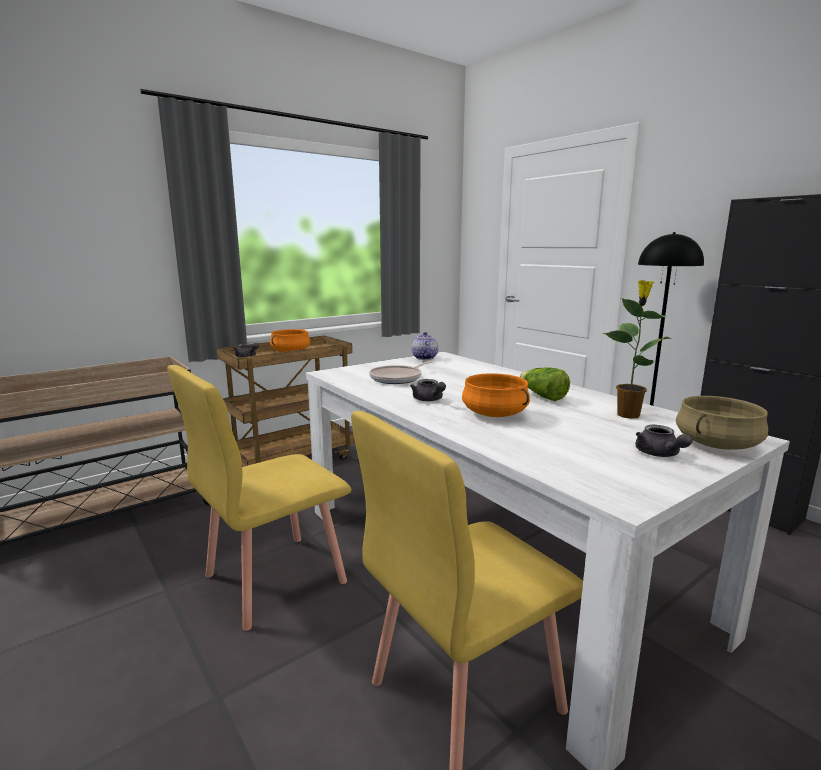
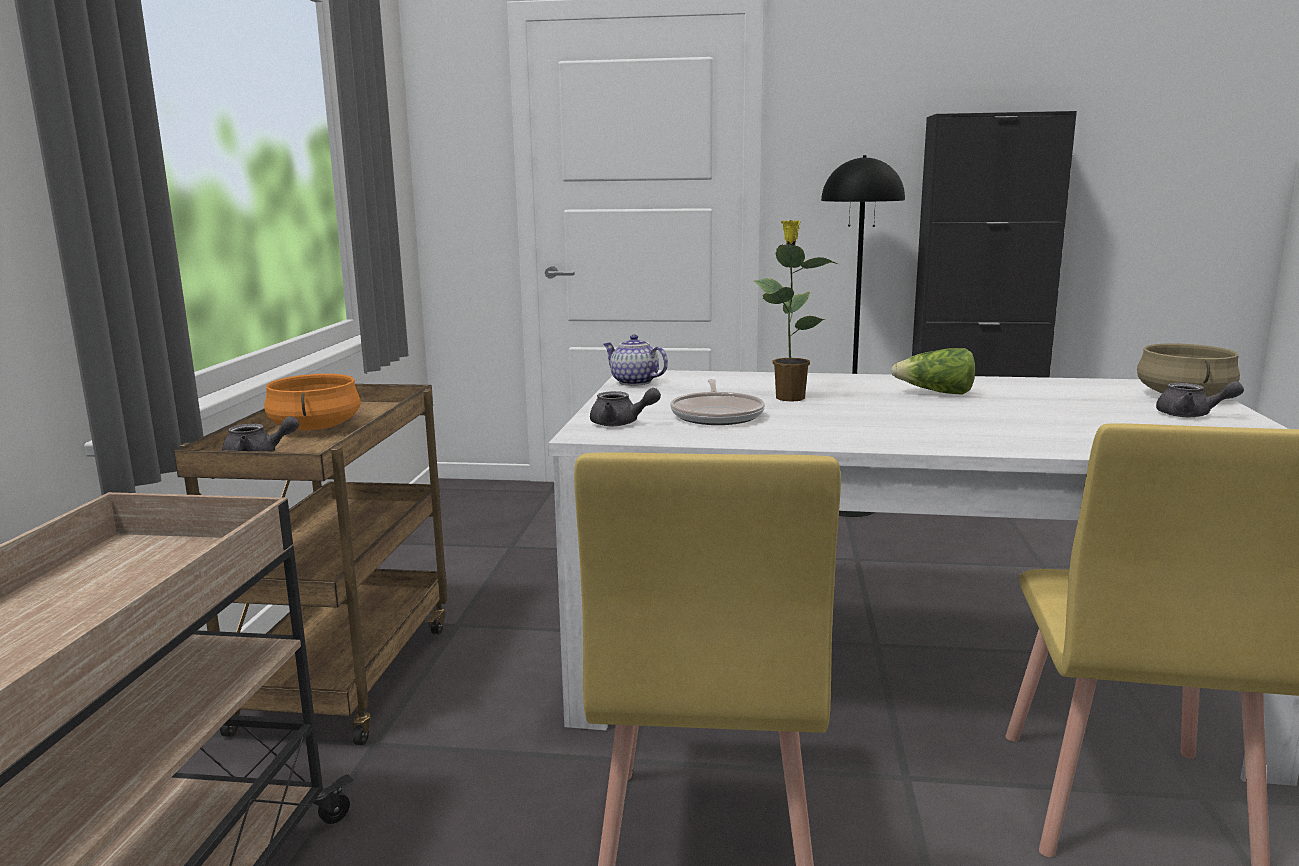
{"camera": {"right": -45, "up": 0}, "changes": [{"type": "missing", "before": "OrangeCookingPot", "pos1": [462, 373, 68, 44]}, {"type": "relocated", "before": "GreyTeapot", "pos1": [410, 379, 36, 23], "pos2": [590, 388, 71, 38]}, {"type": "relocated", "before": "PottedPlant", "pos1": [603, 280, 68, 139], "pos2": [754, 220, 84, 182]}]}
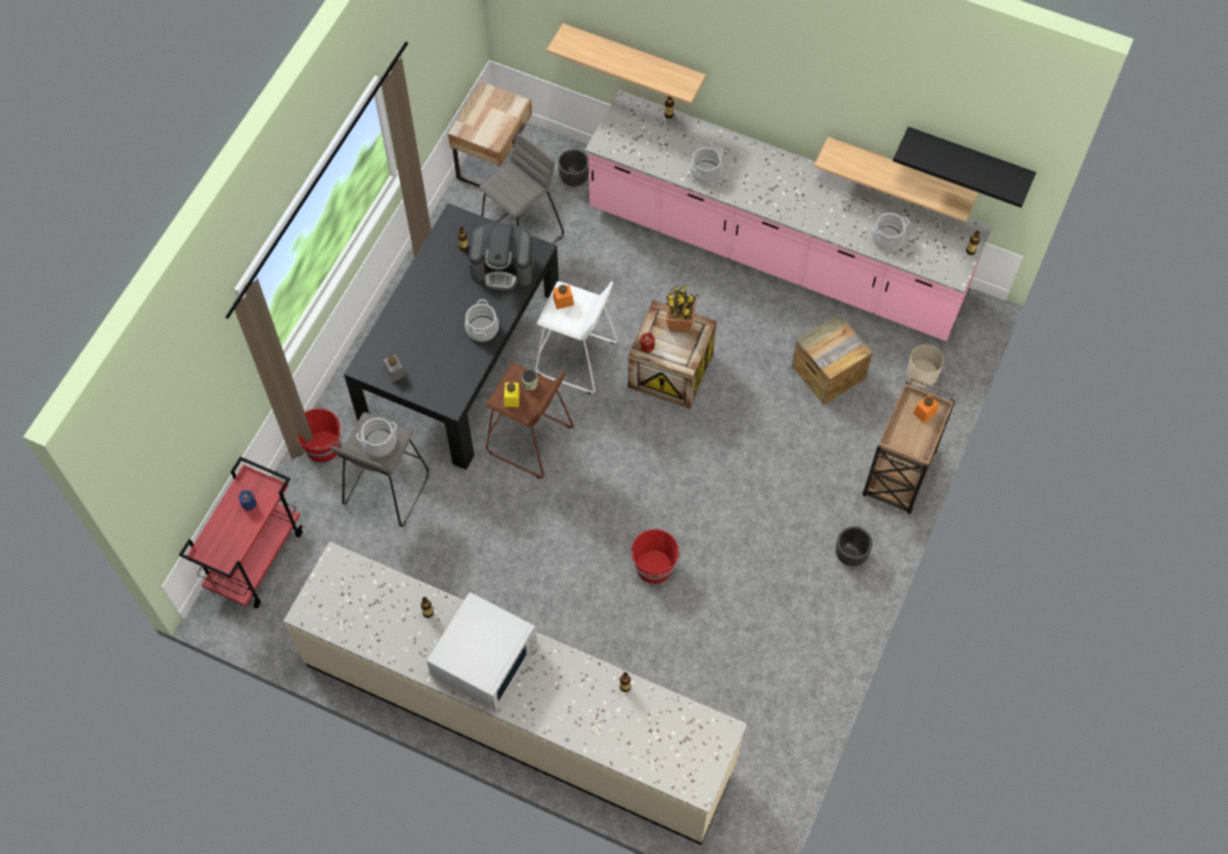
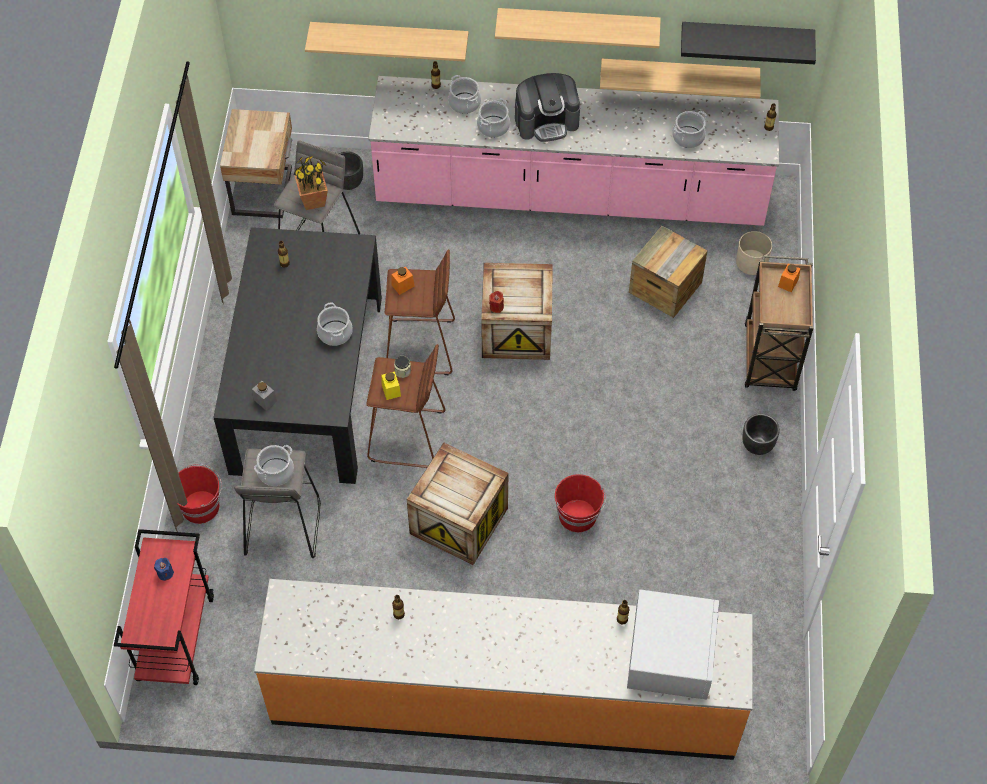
{"camera": {"right": -20, "up": -5}, "changes": [{"type": "appeared", "after": "Crate", "pos2": [407, 442, 101, 123]}, {"type": "appeared", "after": "CookingPot", "pos2": [448, 75, 33, 39]}, {"type": "appeared", "after": "Shelf", "pos2": [495, 8, 166, 40]}, {"type": "relocated", "before": "WhiteMicrowave", "pos1": [427, 592, 110, 118], "pos2": [627, 589, 92, 111]}, {"type": "relocated", "before": "CoffeeMachine", "pos1": [469, 223, 66, 68], "pos2": [515, 73, 65, 69]}, {"type": "relocated", "before": "PottedPlant", "pos1": [666, 285, 34, 48], "pos2": [294, 156, 34, 54]}, {"type": "colour", "before": "BeigeCounter", "after": "OrangeCounter", "pos1": [283, 541, 464, 304], "pos2": [254, 579, 499, 181]}, {"type": "colour", "before": "WhiteStool", "after": "BrownStool", "pos1": [535, 281, 83, 113], "pos2": [385, 249, 70, 126]}]}
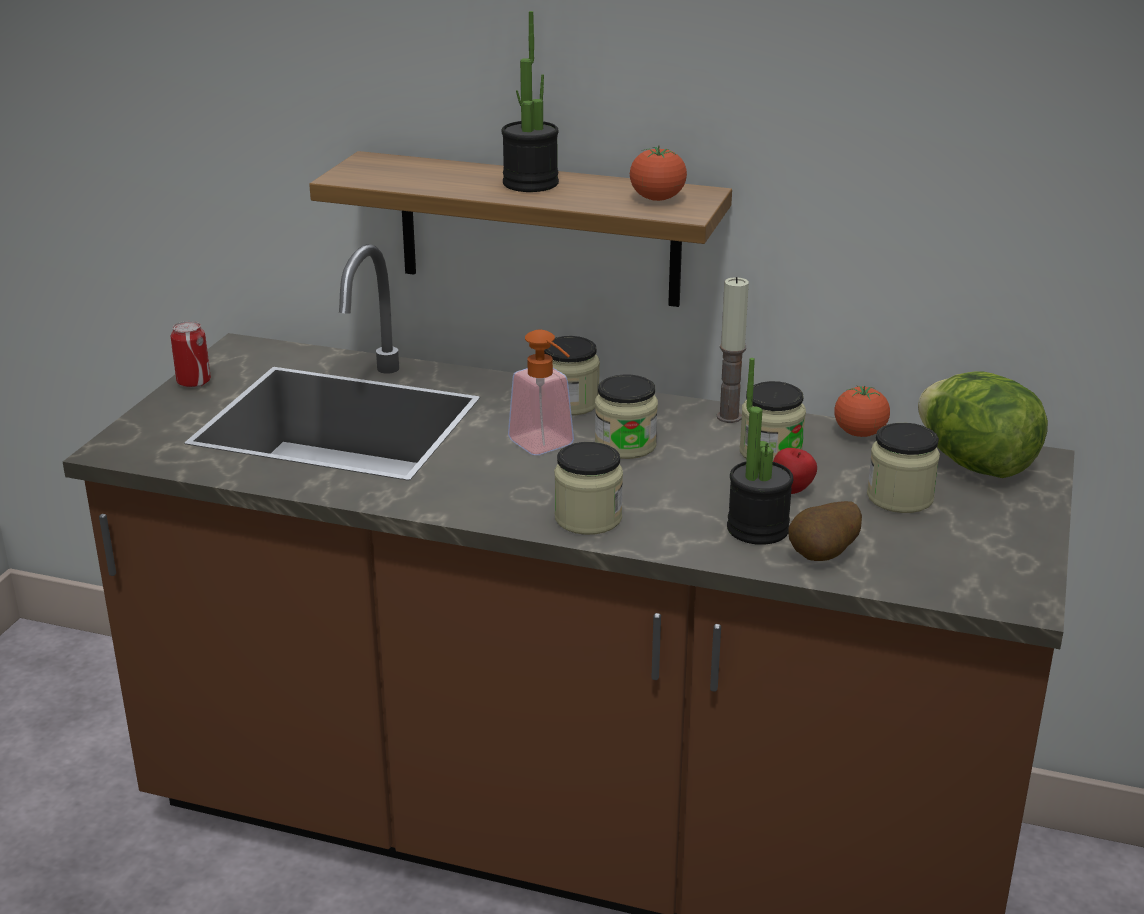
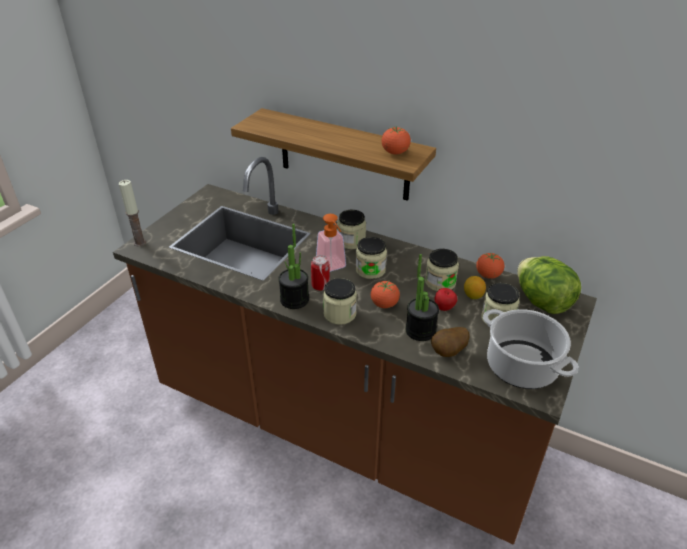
{"camera": {"right": 10, "up": 10}, "changes": [{"type": "appeared", "after": "Tomato", "pos2": [371, 281, 29, 27]}, {"type": "appeared", "after": "Lemon", "pos2": [464, 276, 22, 23]}, {"type": "appeared", "after": "CookingPot", "pos2": [483, 309, 96, 80]}, {"type": "relocated", "before": "Can", "pos1": [171, 321, 40, 67], "pos2": [311, 255, 19, 35]}, {"type": "relocated", "before": "PottedPlant", "pos1": [502, 11, 57, 181], "pos2": [278, 224, 31, 85]}, {"type": "relocated", "before": "Candle", "pos1": [717, 277, 32, 146], "pos2": [119, 180, 27, 66]}]}
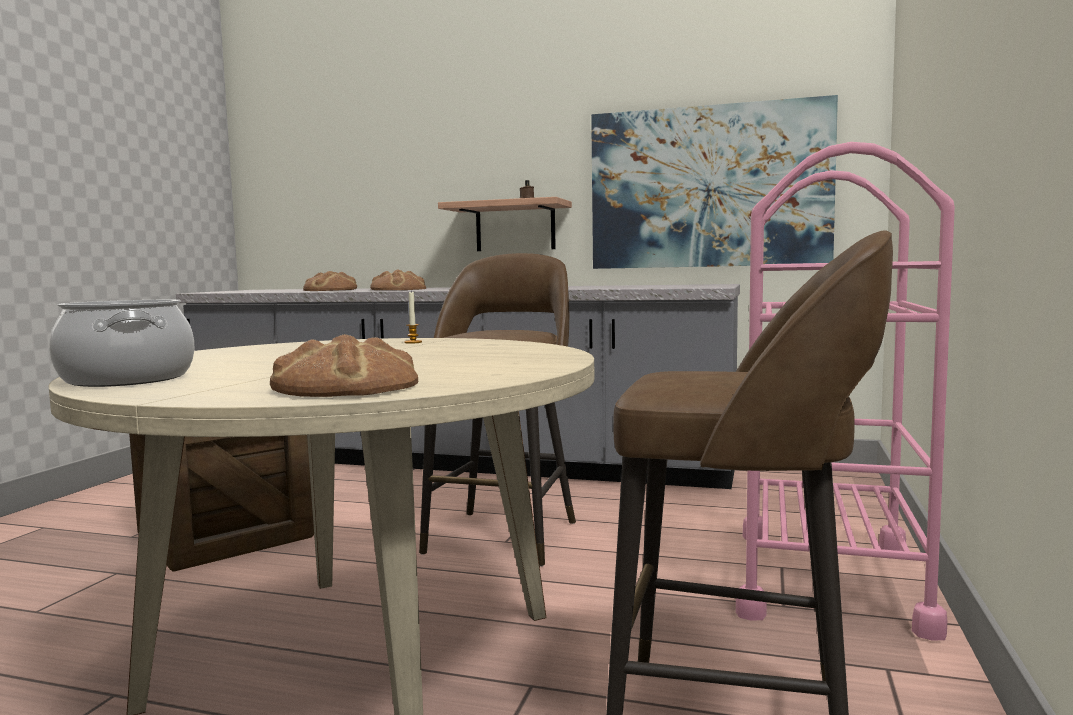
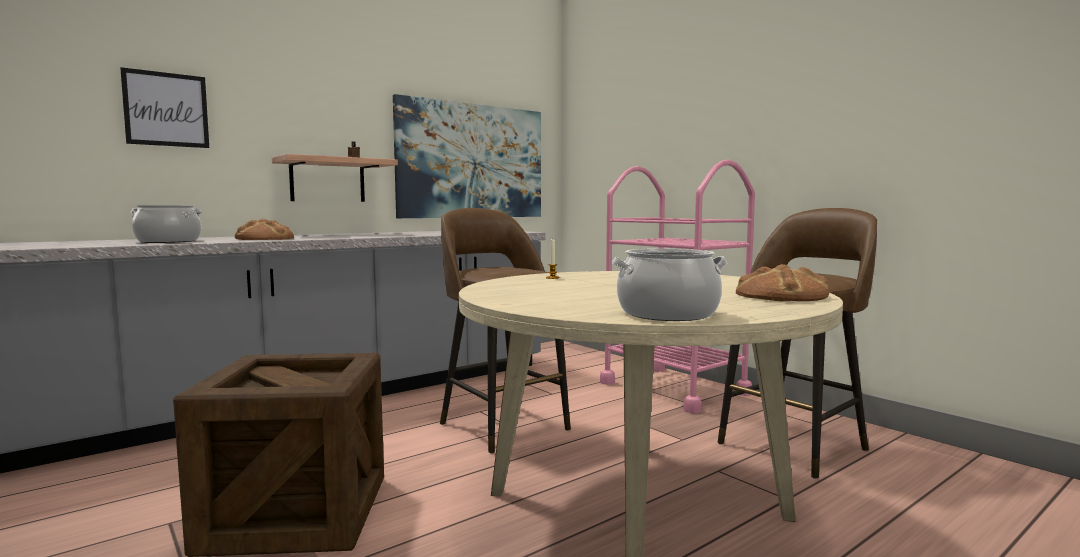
{"camera": {"right": -55, "up": 0}, "changes": [{"type": "appeared", "after": "Picture", "pos2": [120, 67, 89, 81]}, {"type": "exchanged", "before": "Bread", "after": "CookingPot", "pos1": [303, 271, 54, 20], "pos2": [131, 205, 71, 38]}]}
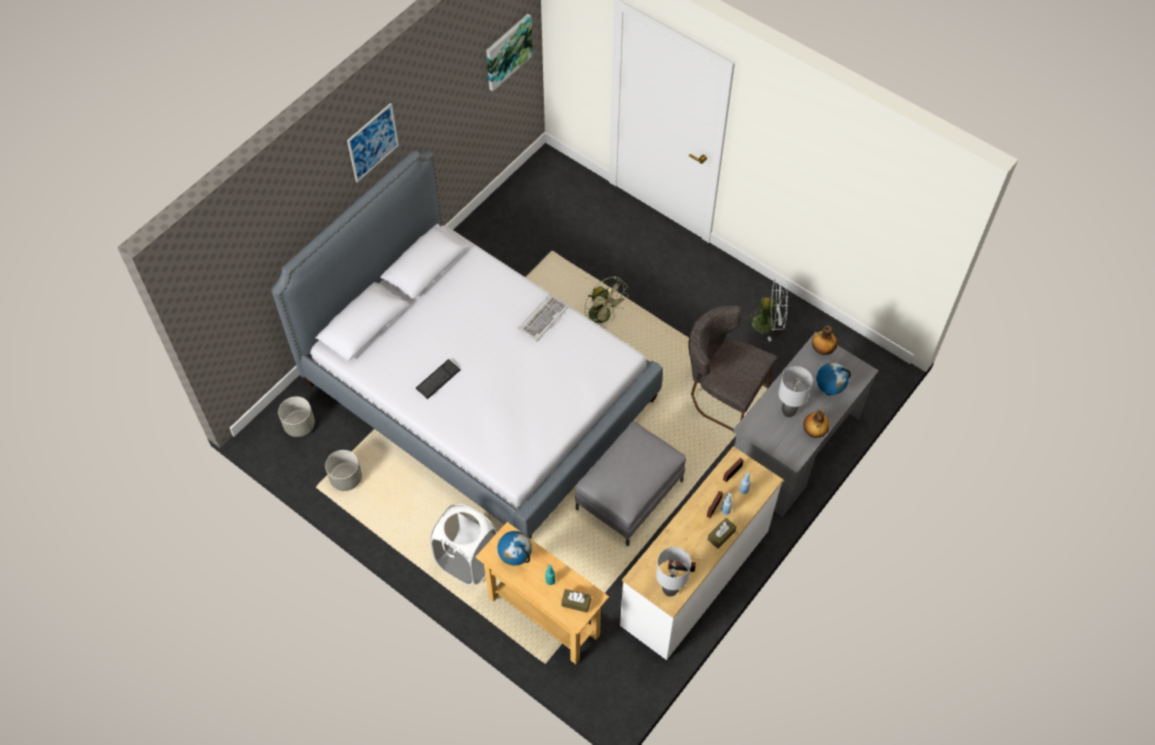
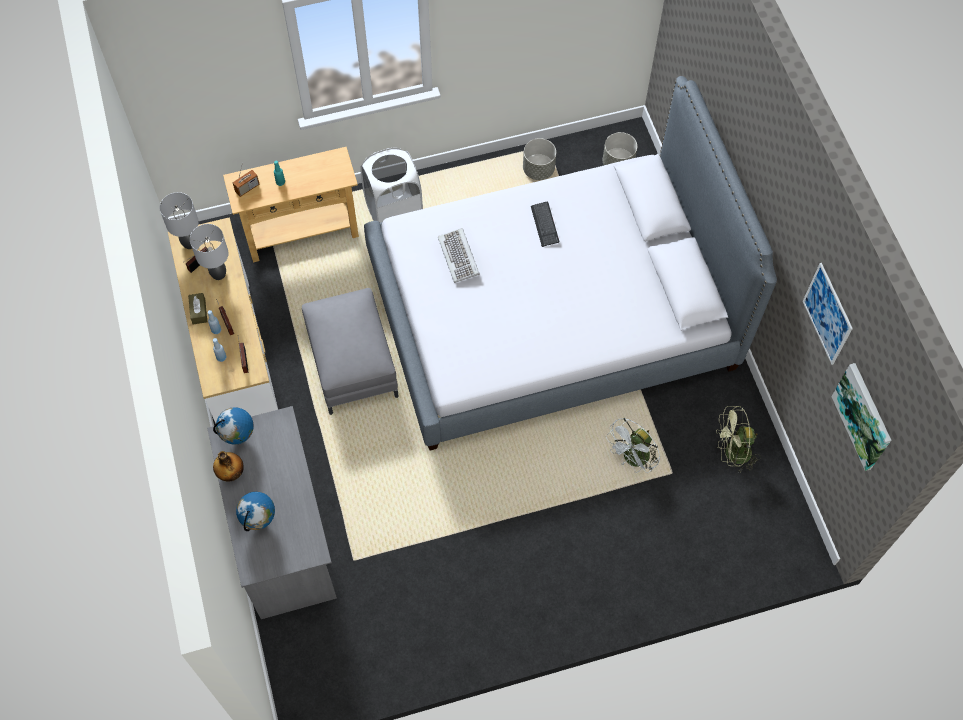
{"camera": {"right": 125, "up": 5}, "changes": [{"type": "missing", "before": "GreyChair", "pos1": [688, 305, 89, 126]}, {"type": "missing", "before": "Bottle", "pos1": [812, 326, 26, 29]}, {"type": "relocated", "before": "Picture", "pos1": [347, 103, 52, 79], "pos2": [803, 263, 50, 102]}, {"type": "relocated", "before": "Globe", "pos1": [497, 531, 35, 35], "pos2": [213, 407, 41, 38]}, {"type": "relocated", "before": "Keyboard", "pos1": [518, 294, 50, 47], "pos2": [438, 228, 41, 55]}, {"type": "relocated", "before": "GreenFan", "pos1": [585, 276, 44, 48], "pos2": [716, 406, 45, 68]}, {"type": "relocated", "before": "WhiteFan", "pos1": [746, 280, 42, 61], "pos2": [606, 418, 54, 55]}, {"type": "relocated", "before": "GreyTableLamp", "pos1": [778, 366, 35, 51], "pos2": [190, 224, 39, 56]}, {"type": "exchanged", "before": "BrownTissueBox", "after": "Radio", "pos1": [561, 589, 30, 24], "pos2": [232, 162, 27, 35]}]}
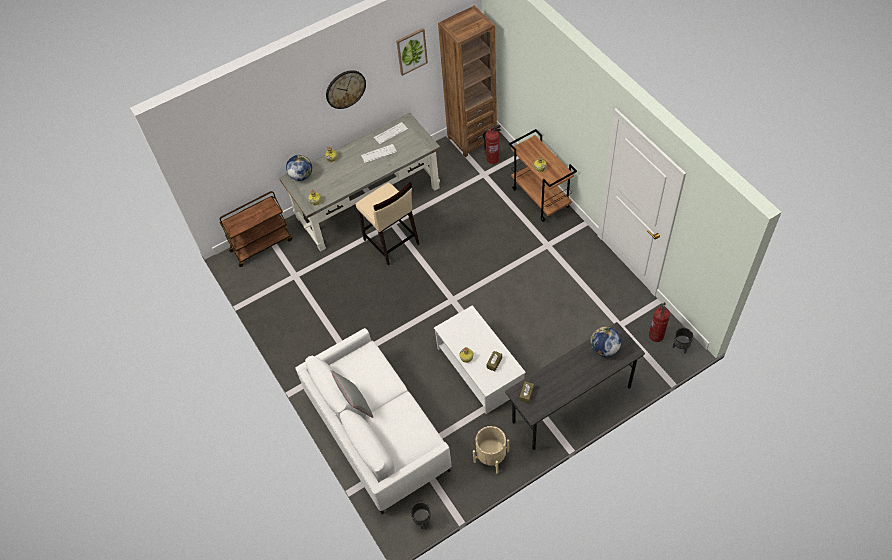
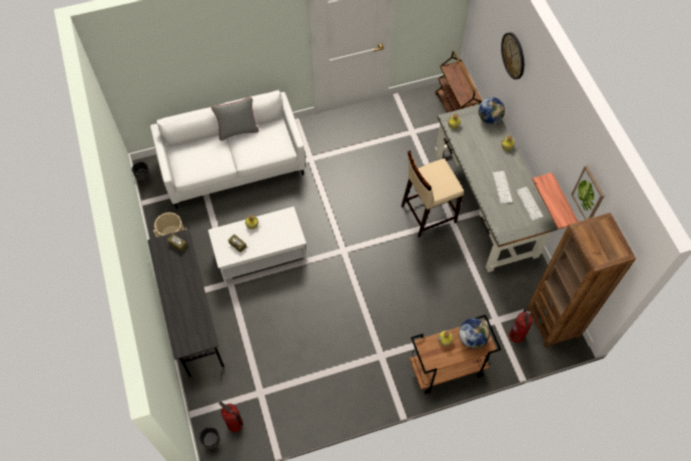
{"camera": {"right": 100, "up": 5}, "changes": [{"type": "appeared", "after": "Shelf", "pos2": [532, 173, 46, 56]}, {"type": "relocated", "before": "WallClock", "pos1": [326, 70, 40, 39], "pos2": [501, 32, 23, 48]}, {"type": "relocated", "before": "Globe", "pos1": [590, 327, 31, 30], "pos2": [459, 318, 31, 31]}]}
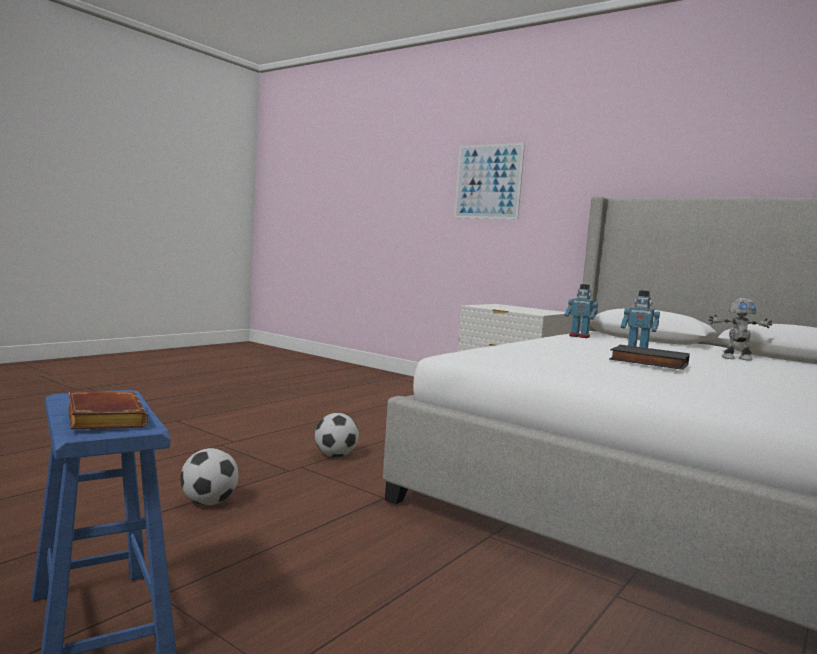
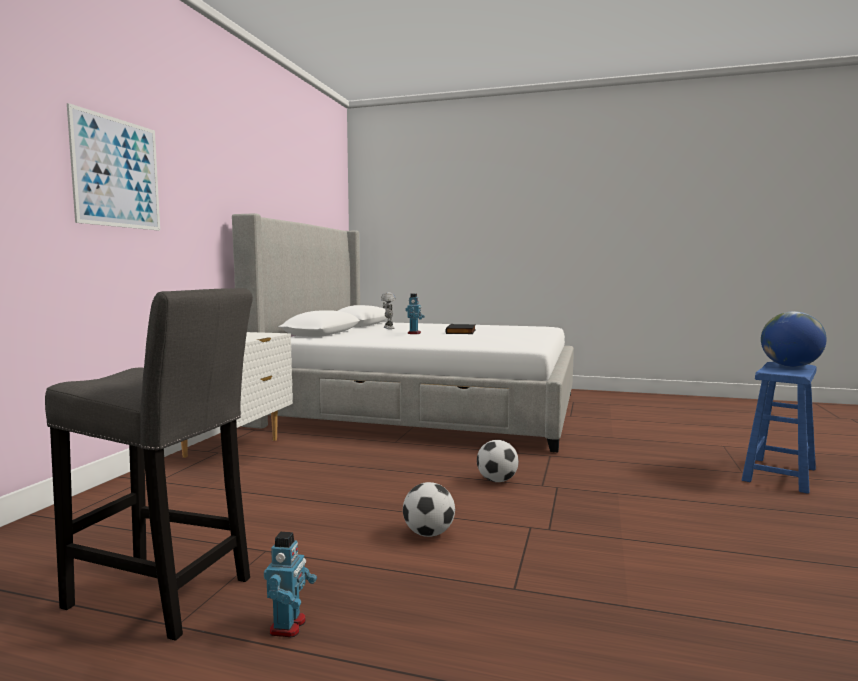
{"camera": {"right": -110, "up": 0}, "changes": [{"type": "appeared", "after": "GreyStool", "pos2": [45, 288, 208, 353]}, {"type": "relocated", "before": "Football", "pos1": [180, 448, 59, 57], "pos2": [403, 482, 52, 55]}, {"type": "relocated", "before": "ToyRobot", "pos1": [565, 284, 33, 54], "pos2": [264, 532, 53, 105]}, {"type": "exchanged", "before": "BrownBook", "after": "Globe", "pos1": [68, 392, 80, 37], "pos2": [761, 311, 66, 56]}]}
